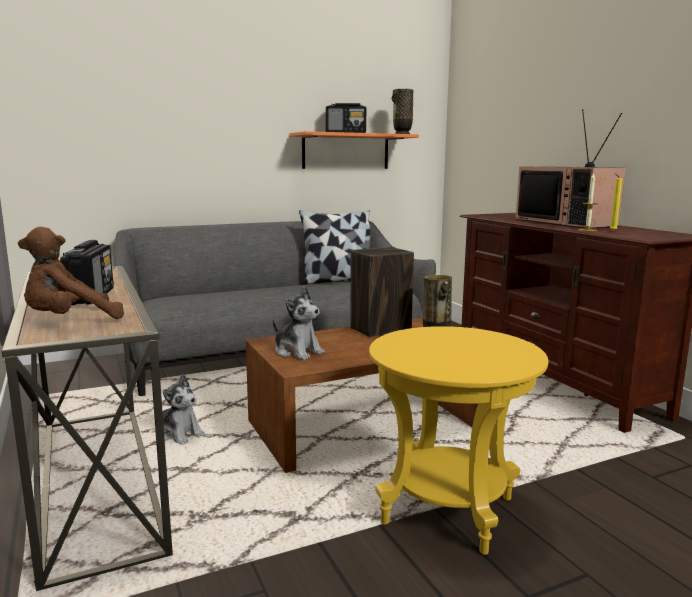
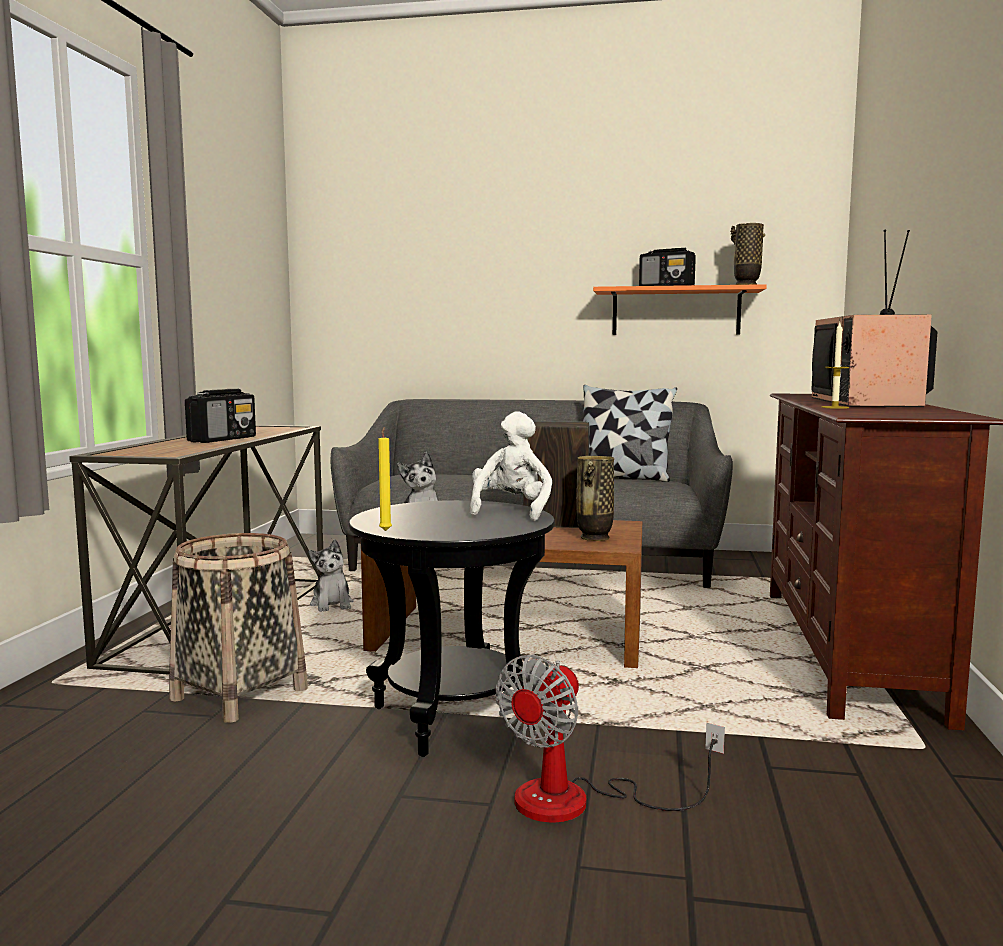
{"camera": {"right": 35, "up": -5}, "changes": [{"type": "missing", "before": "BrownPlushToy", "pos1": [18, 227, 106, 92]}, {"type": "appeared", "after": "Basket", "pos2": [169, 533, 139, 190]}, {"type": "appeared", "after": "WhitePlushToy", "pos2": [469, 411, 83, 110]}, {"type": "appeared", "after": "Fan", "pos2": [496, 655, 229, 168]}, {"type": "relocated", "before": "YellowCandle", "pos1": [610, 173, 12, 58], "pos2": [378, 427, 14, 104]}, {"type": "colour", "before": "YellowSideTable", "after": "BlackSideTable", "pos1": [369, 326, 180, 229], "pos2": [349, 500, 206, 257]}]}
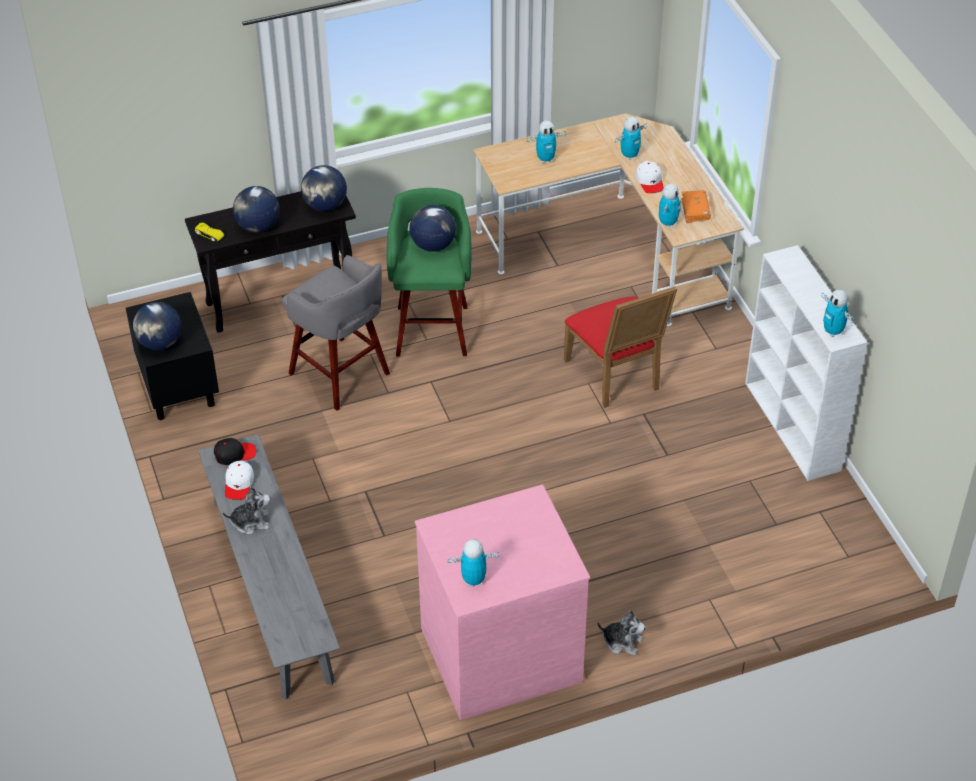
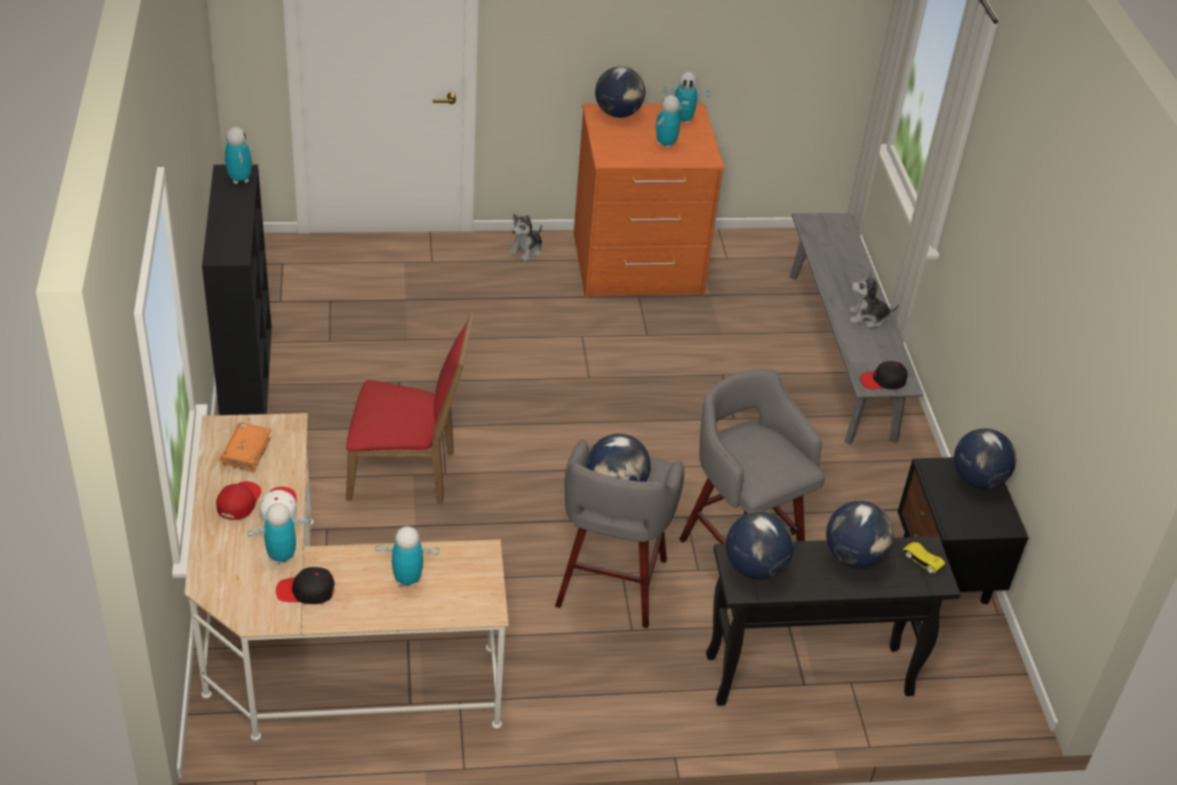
{"camera": {"right": -170, "up": -5}, "changes": [{"type": "missing", "before": "WhiteCap", "pos1": [225, 460, 29, 40]}, {"type": "appeared", "after": "RedCap", "pos2": [216, 481, 45, 39]}, {"type": "appeared", "after": "BlackCap", "pos2": [276, 567, 59, 37]}, {"type": "appeared", "after": "Globe", "pos2": [595, 66, 50, 52]}, {"type": "relocated", "before": "ToyRobot", "pos1": [659, 184, 21, 44], "pos2": [655, 96, 27, 52]}, {"type": "colour", "before": "GreenStool", "after": "GreyStool", "pos1": [387, 188, 85, 169], "pos2": [555, 439, 129, 189]}, {"type": "colour", "before": "PinkDresser", "after": "OrangeDresser", "pos1": [415, 484, 175, 236], "pos2": [574, 104, 150, 194]}, {"type": "colour", "before": "WhiteBookcase", "after": "BlackBookcase", "pos1": [745, 245, 122, 236], "pos2": [202, 164, 70, 251]}, {"type": "spun", "before": "RedChair", "pos1": [564, 286, 113, 122], "pos2": [346, 311, 129, 193], "turn": 105}, {"type": "spun", "before": "PlushToy", "pos1": [597, 610, 48, 46], "pos2": [509, 214, 33, 48], "turn": -90}]}
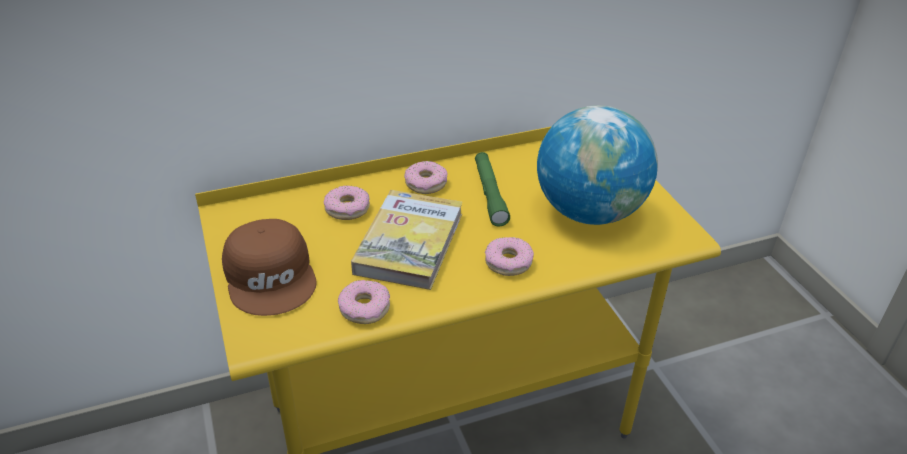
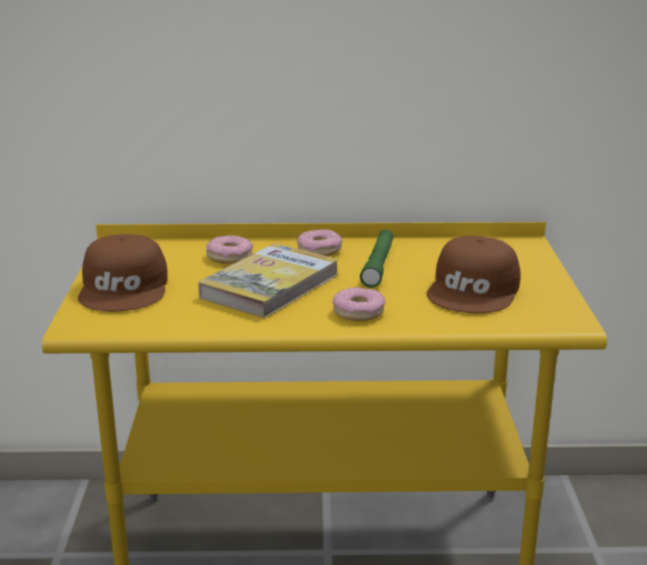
{"camera": {"right": 20, "up": -15}, "changes": [{"type": "missing", "before": "Donut", "pos1": [338, 280, 52, 44]}, {"type": "exchanged", "before": "Globe", "after": "BrownCap", "pos1": [537, 105, 121, 120], "pos2": [426, 236, 95, 77]}]}
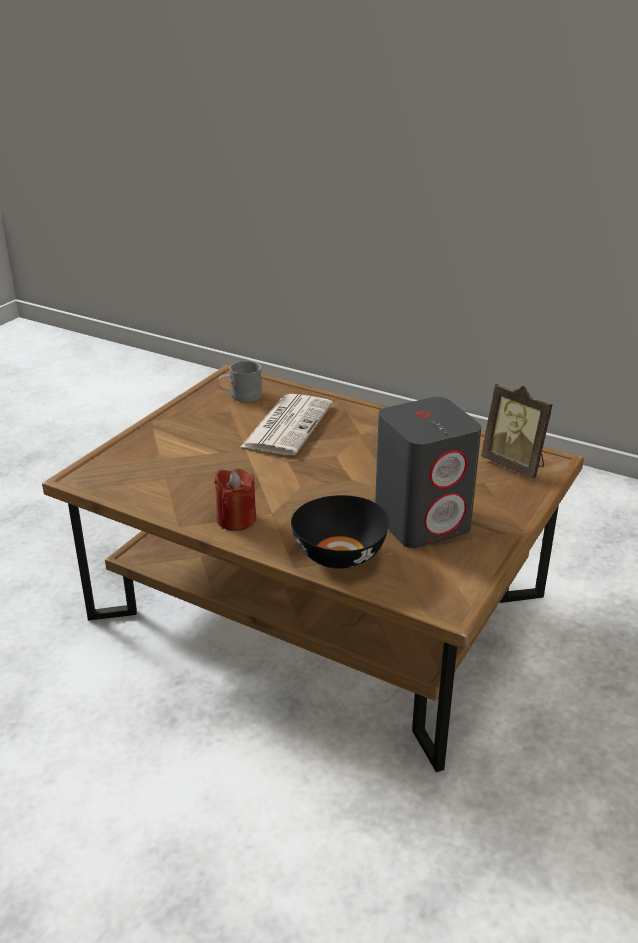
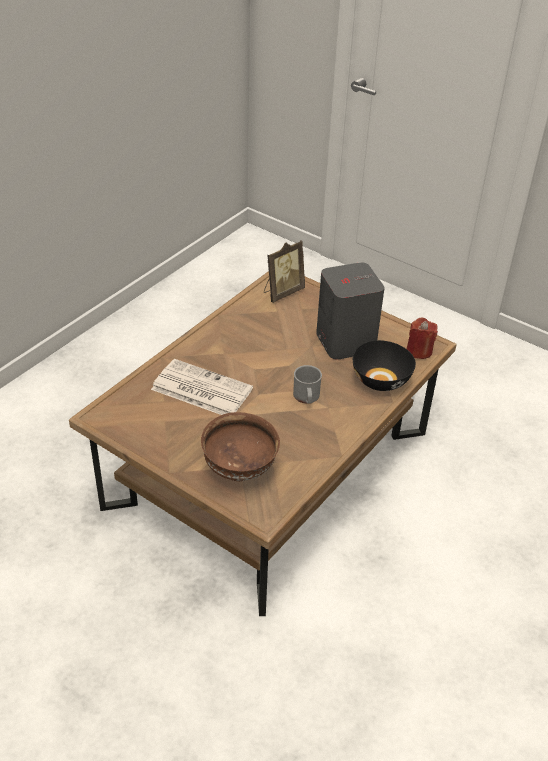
{"camera": {"right": -85, "up": 10}, "changes": [{"type": "appeared", "after": "BrownBowl", "pos2": [201, 412, 79, 69]}, {"type": "relocated", "before": "RedCandle", "pos1": [214, 469, 42, 62], "pos2": [407, 318, 31, 41]}, {"type": "relocated", "before": "GreyMug", "pos1": [219, 361, 43, 41], "pos2": [293, 365, 29, 39]}]}
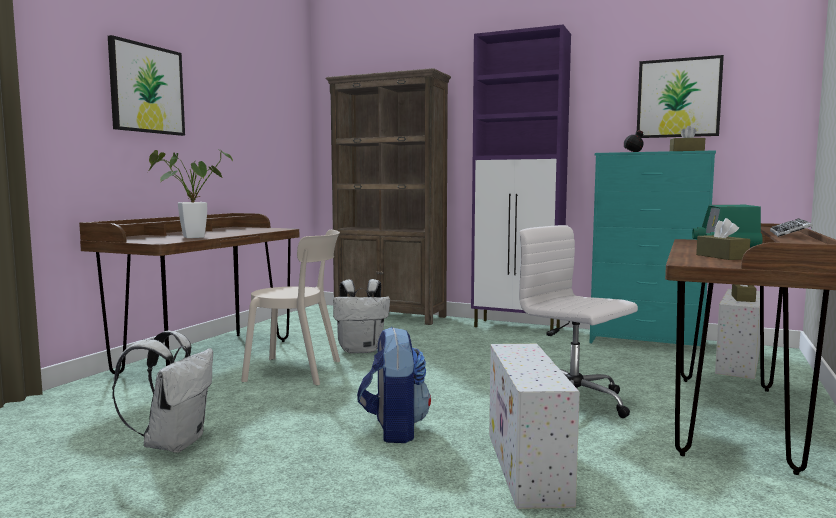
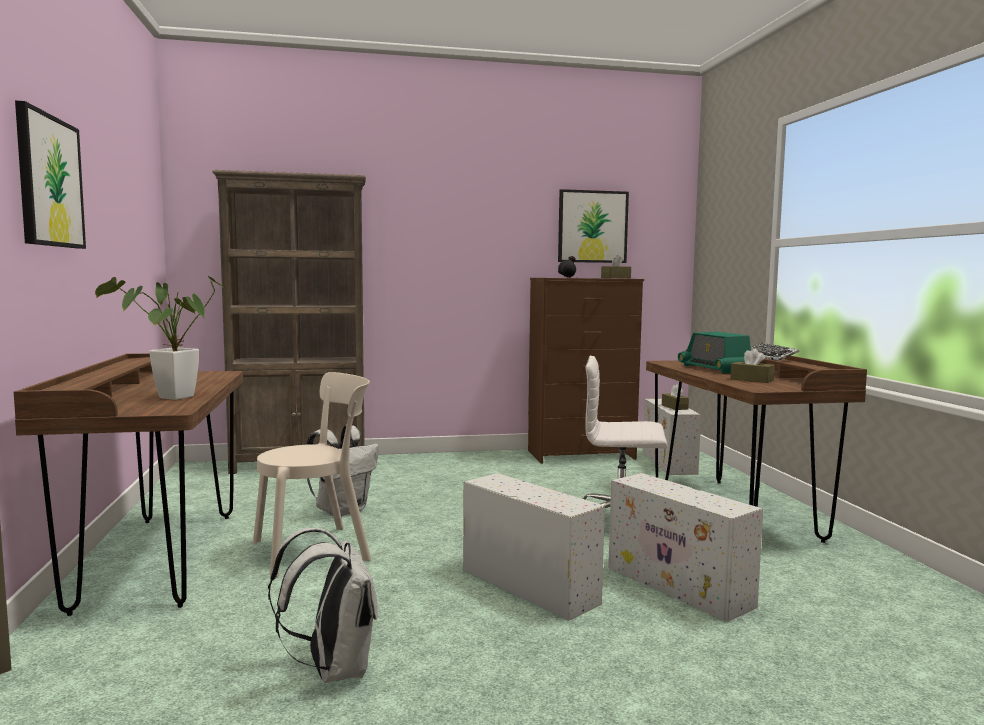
{"camera": {"right": -35, "up": 0}, "changes": [{"type": "missing", "before": "PurpleCabinet", "pos1": [471, 25, 100, 305]}, {"type": "exchanged", "before": "Backpack", "after": "WhiteStorageBox", "pos1": [357, 327, 74, 116], "pos2": [463, 473, 142, 148]}, {"type": "colour", "before": "TurquoiseDresser", "after": "BrownDresser", "pos1": [590, 150, 126, 197], "pos2": [528, 278, 116, 186]}]}
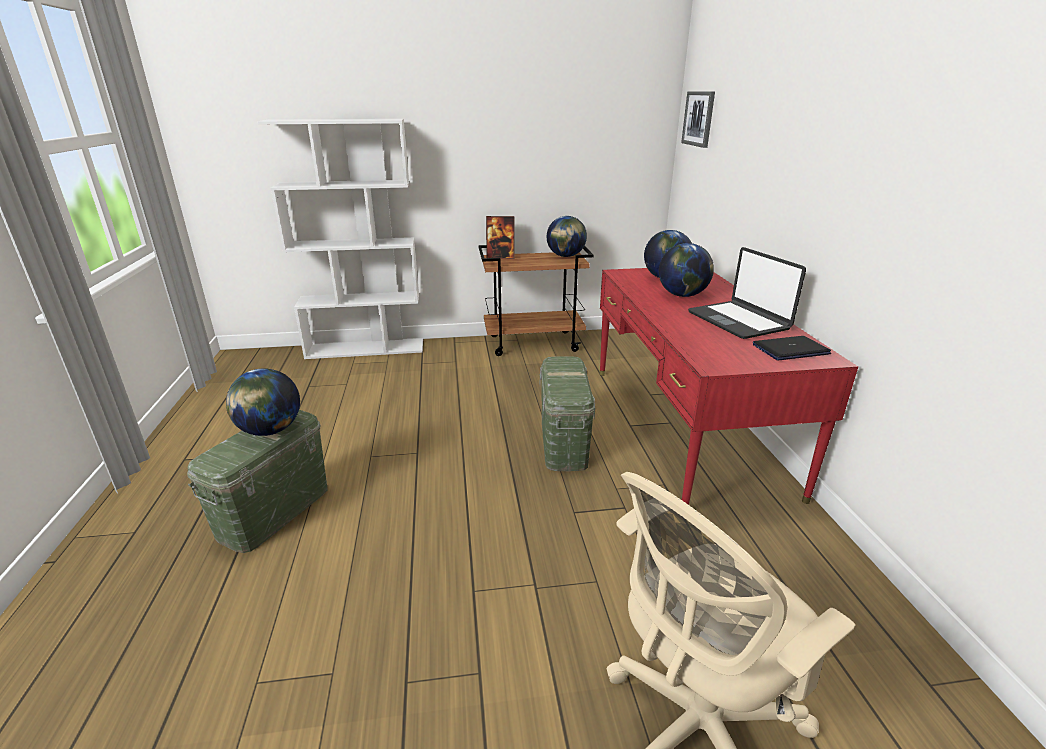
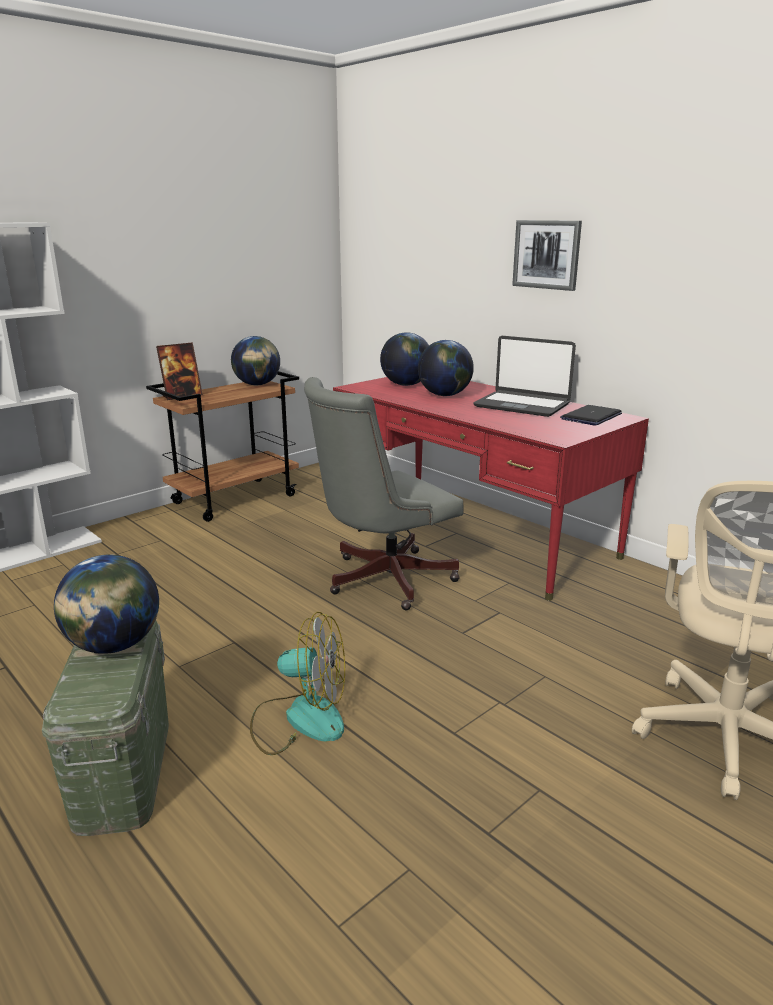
{"camera": {"right": -35, "up": -5}, "changes": [{"type": "appeared", "after": "Fan", "pos2": [250, 612, 95, 143]}, {"type": "relocated", "before": "Picture", "pos1": [681, 91, 34, 57], "pos2": [512, 220, 70, 71]}, {"type": "exchanged", "before": "GreenStorageBox", "after": "GreyOfficeChair", "pos1": [540, 357, 56, 114], "pos2": [304, 377, 160, 234]}]}
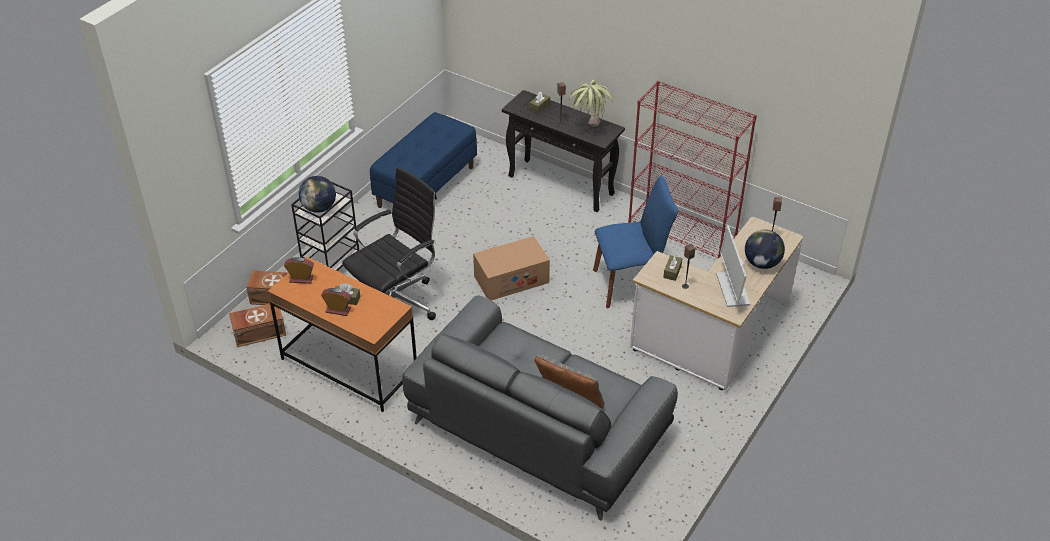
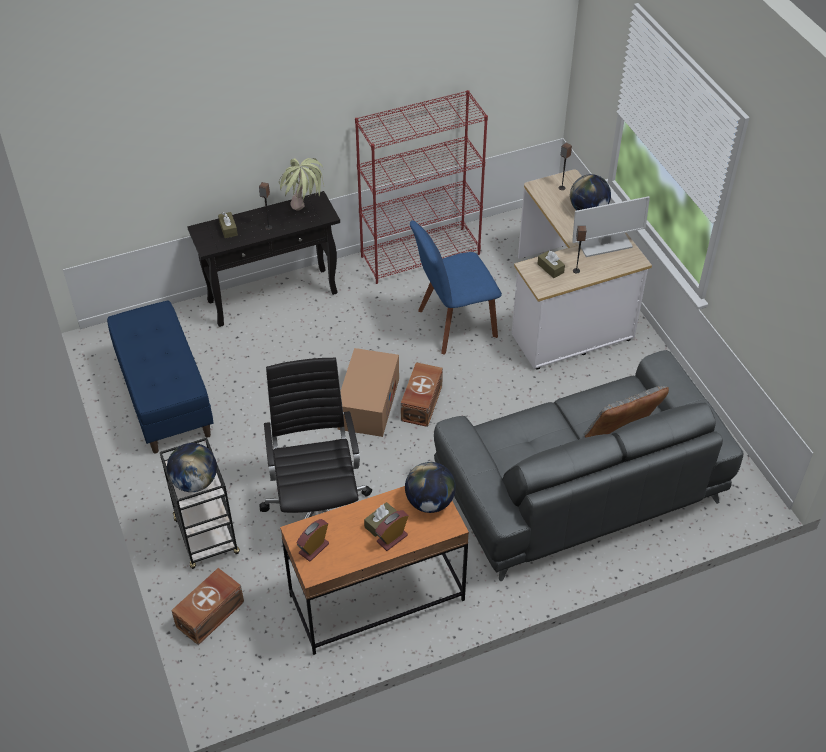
{"camera": {"right": -55, "up": 5}, "changes": [{"type": "appeared", "after": "Globe", "pos2": [405, 462, 51, 51]}, {"type": "relocated", "before": "BrownStorageBox", "pos1": [229, 304, 57, 43], "pos2": [401, 362, 42, 65]}, {"type": "spun", "before": "BlueChair", "pos1": [593, 176, 85, 133], "pos2": [410, 220, 92, 135], "turn": -135}, {"type": "spun", "before": "Monitor", "pos1": [716, 226, 34, 81], "pos2": [572, 196, 78, 61], "turn": -45}]}
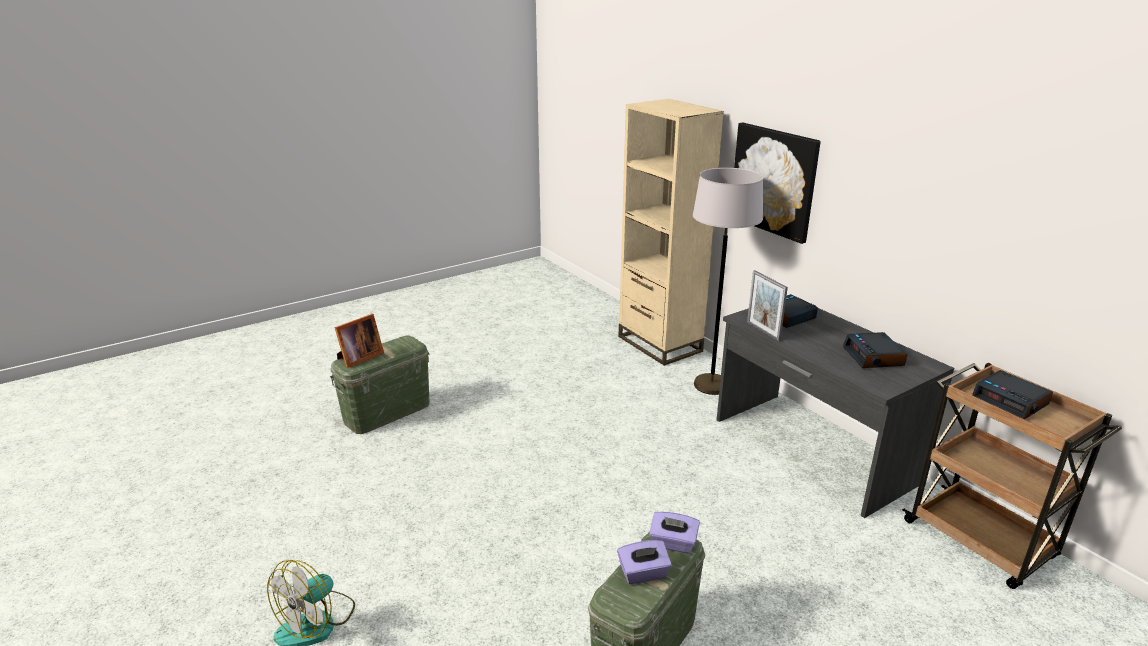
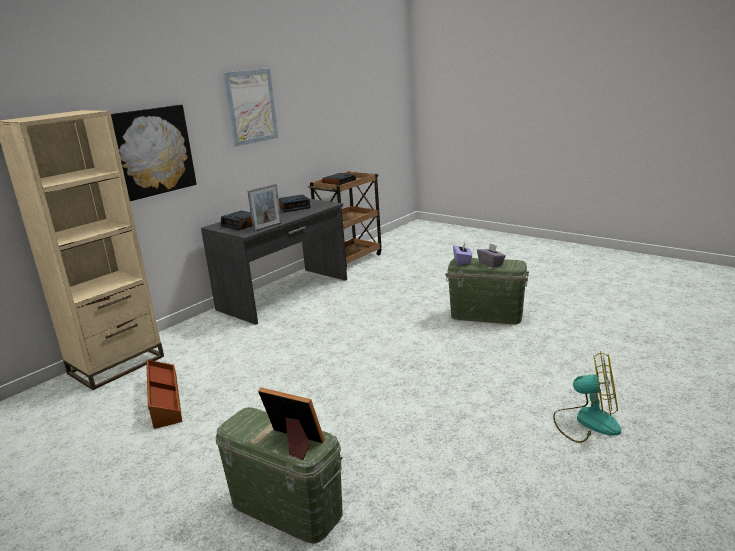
{"camera": {"right": -105, "up": -5}, "changes": [{"type": "missing", "before": "GreyFloorLamp", "pos1": [693, 168, 70, 227]}, {"type": "appeared", "after": "BrownStorageBox", "pos2": [146, 360, 36, 69]}, {"type": "appeared", "after": "Picture", "pos2": [223, 68, 55, 79]}, {"type": "colour", "before": "PurpleTissueBox", "after": "GreyTissueBox", "pos1": [617, 540, 55, 44], "pos2": [477, 243, 29, 25]}]}
